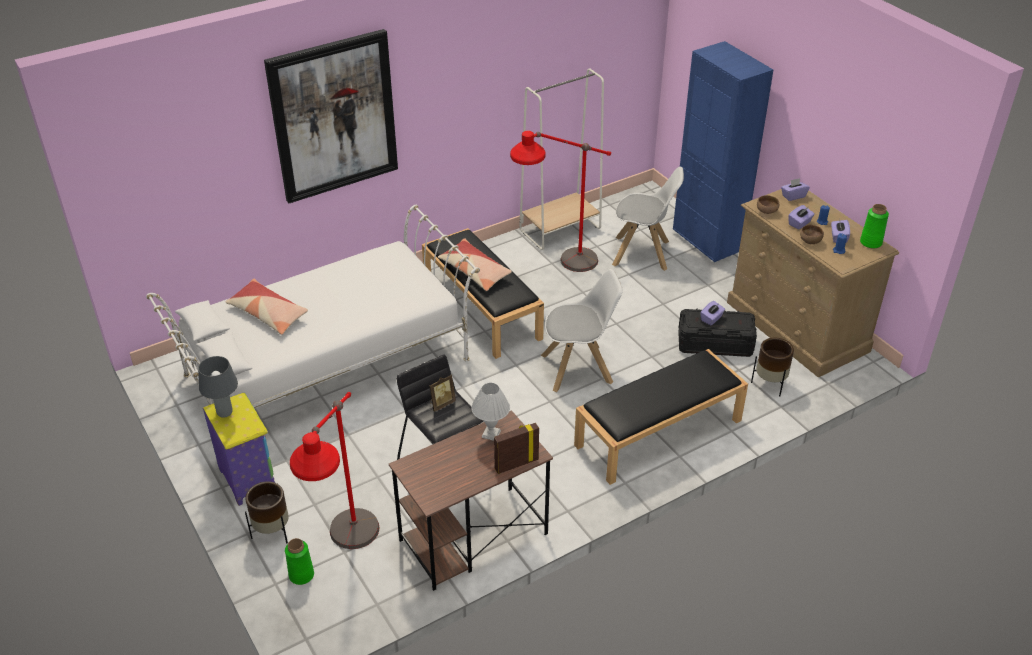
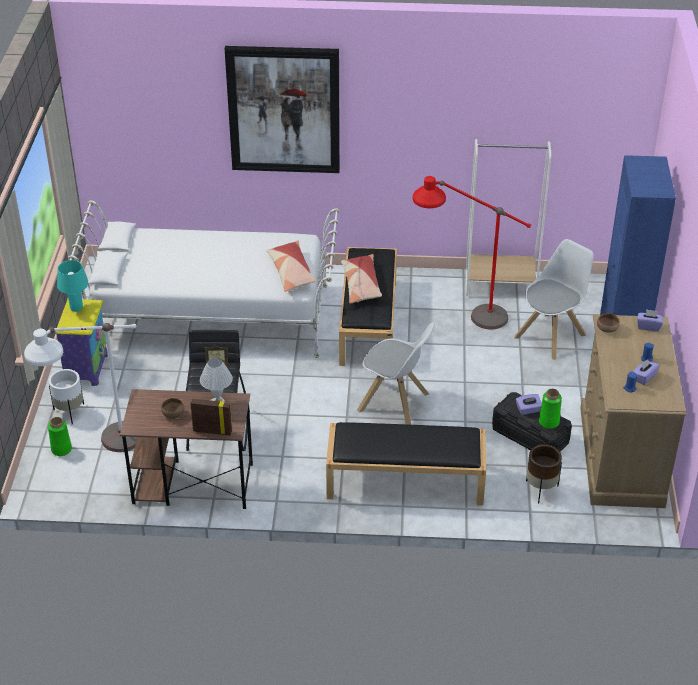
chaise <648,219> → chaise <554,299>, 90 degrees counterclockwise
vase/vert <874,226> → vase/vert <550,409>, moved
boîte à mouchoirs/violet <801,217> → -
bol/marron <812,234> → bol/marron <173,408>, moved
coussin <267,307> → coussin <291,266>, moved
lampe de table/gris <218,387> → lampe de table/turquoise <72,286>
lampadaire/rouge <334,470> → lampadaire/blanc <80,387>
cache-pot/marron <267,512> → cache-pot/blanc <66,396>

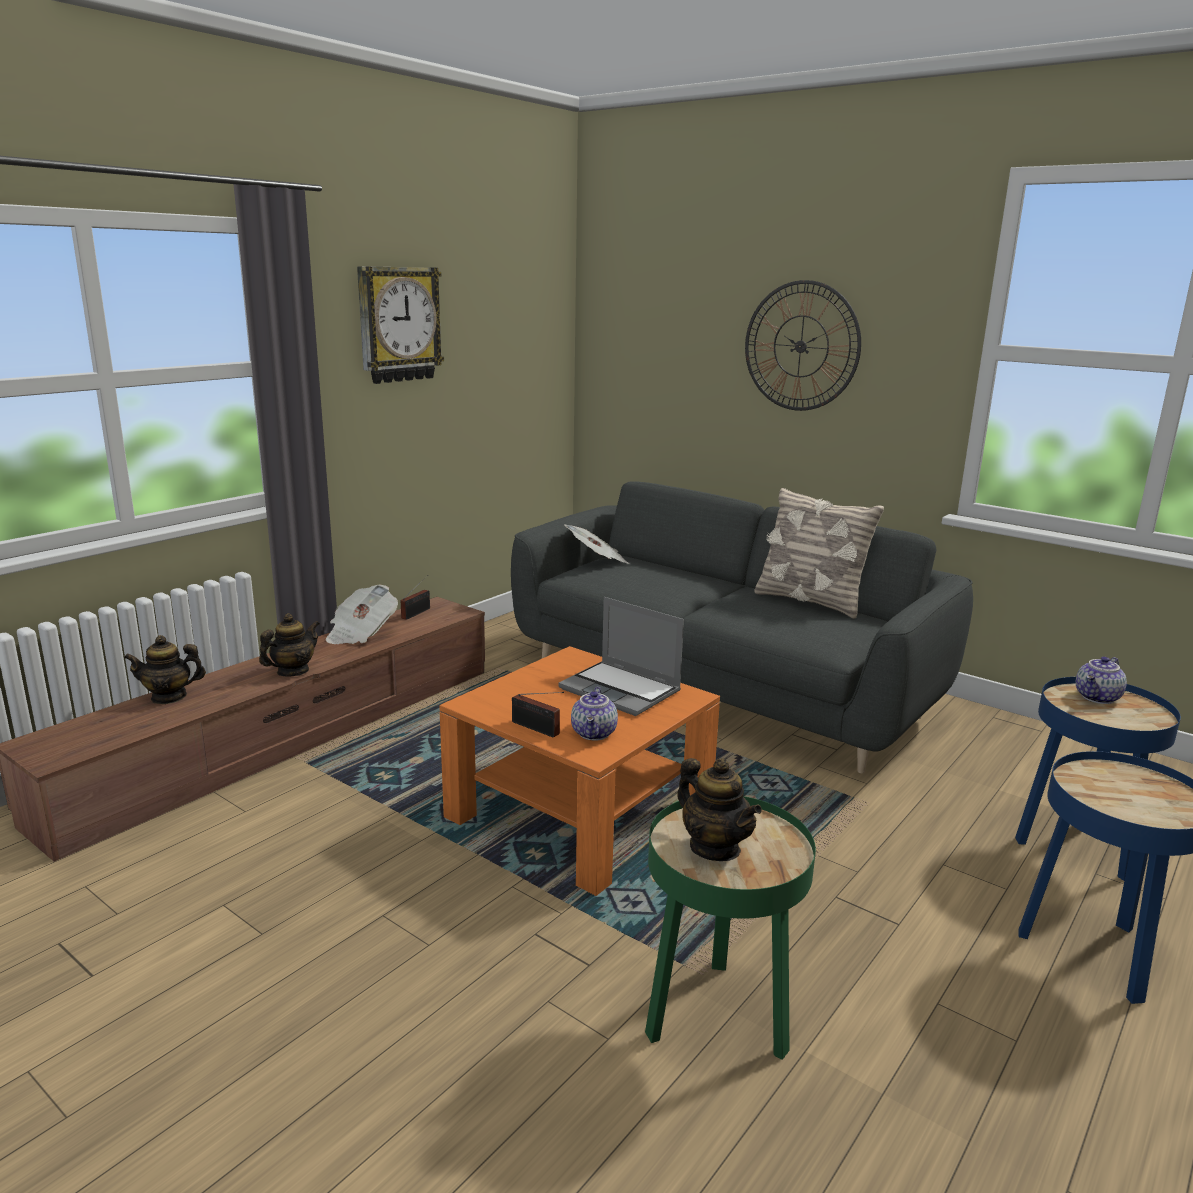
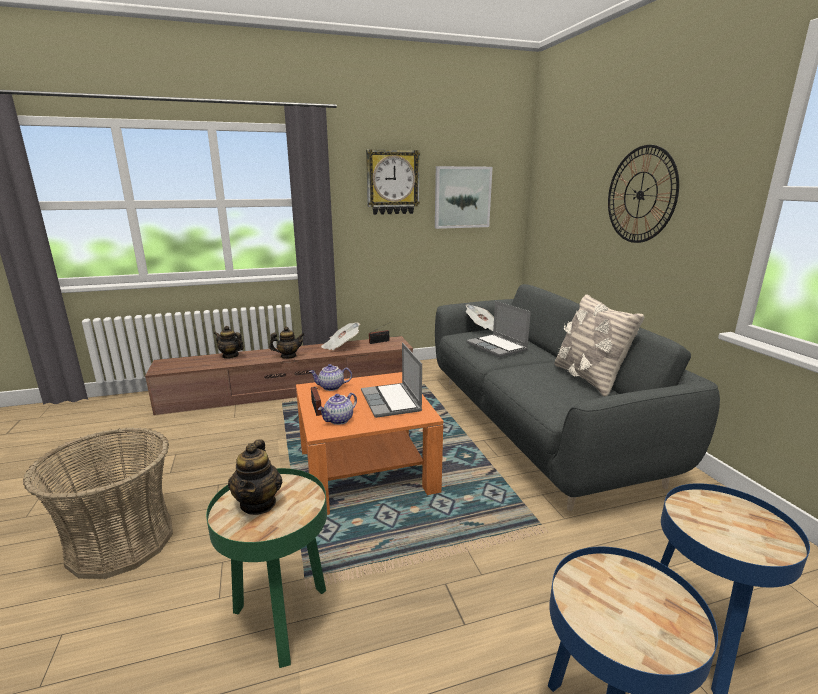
théière <1101,680> → théière <330,377>, moved
- → tableau <464,197>
- → ordinateur portable <498,329>
- → panier <98,503>

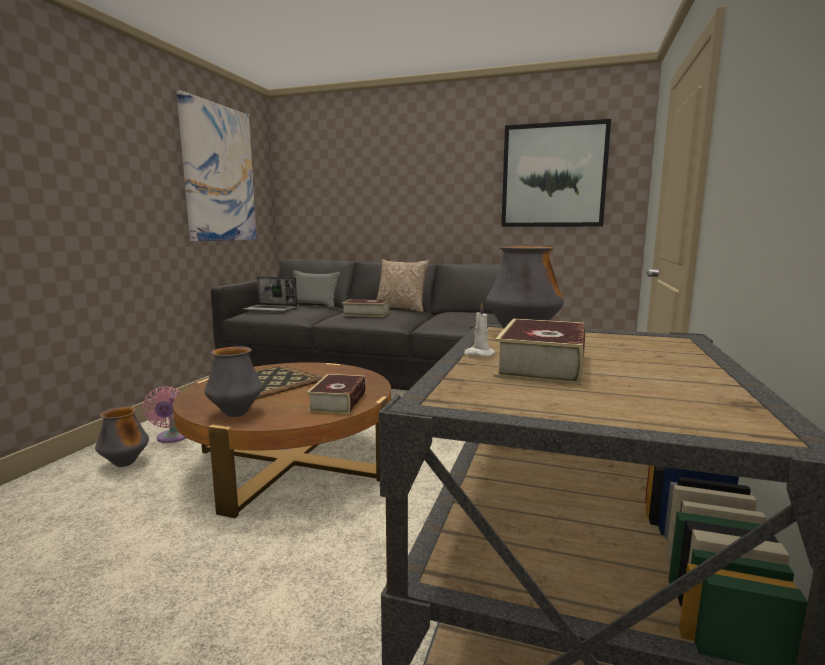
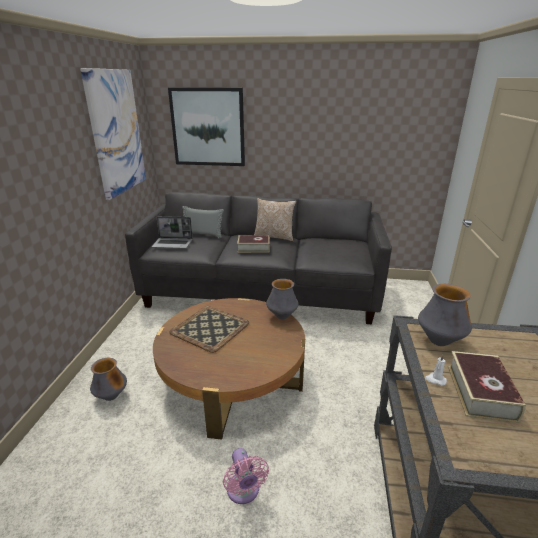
tableau <556,173> → tableau <206,127>, moved
vase <233,382> → vase <282,299>, moved
livre <336,394> → -
ventilateur/rose <164,414> → ventilateur/rose <246,476>, moved

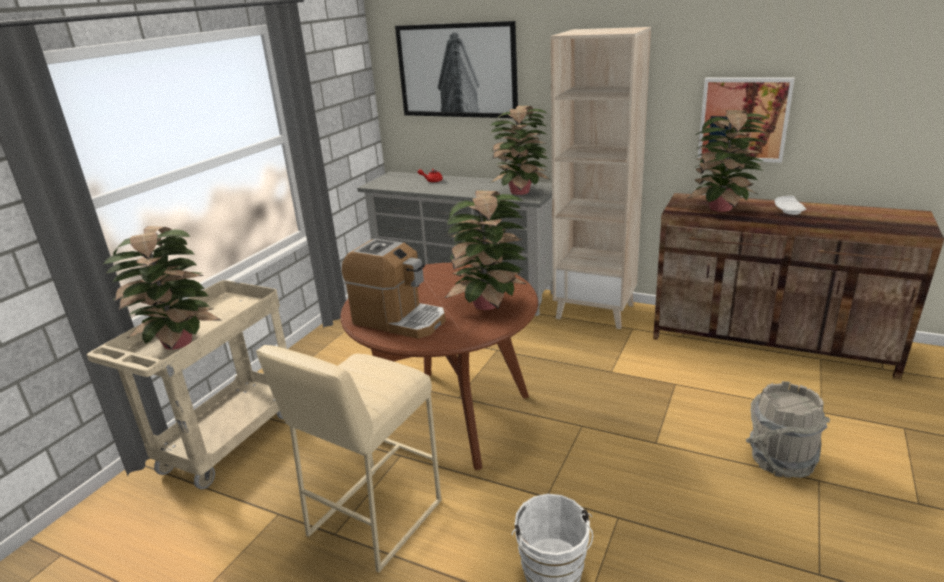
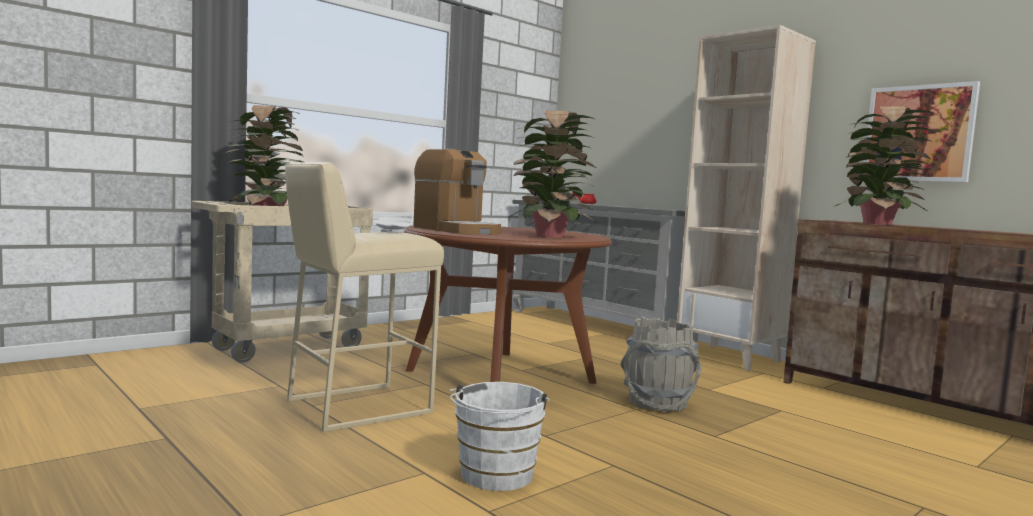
tableau <456,69> → -
plante en pot <520,150> → -
assiette/blanc <790,205> → assiette/blanc <394,224>, moved
seau/gris <788,429> → seau/gris <661,364>, moved

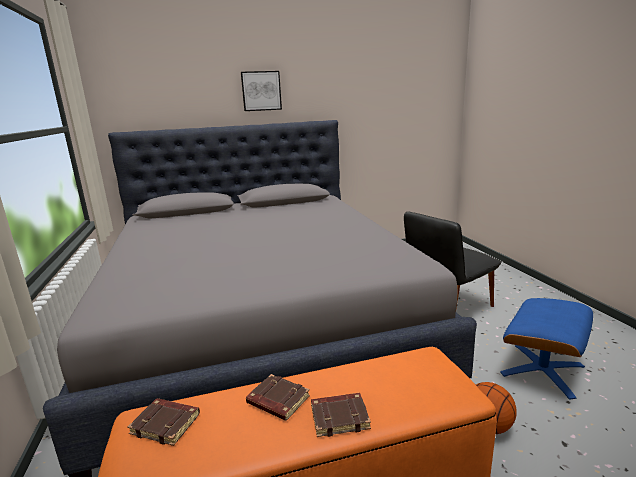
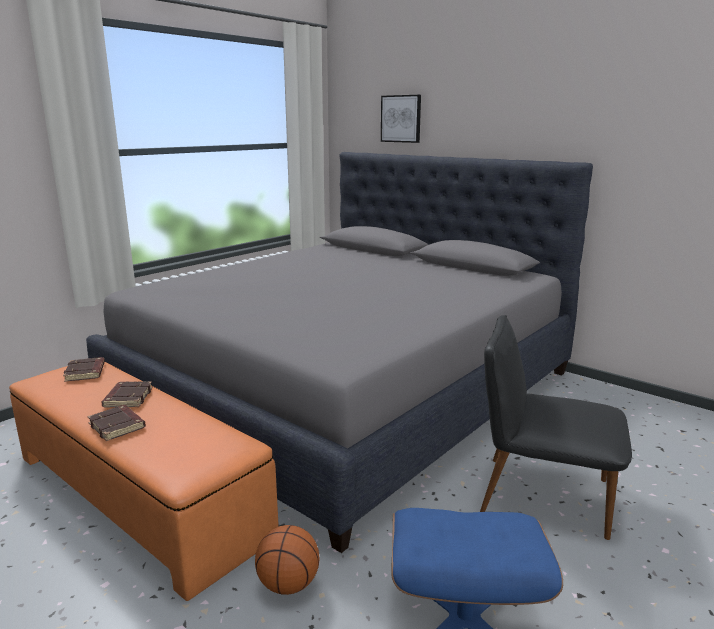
tableau <261,91> → tableau <401,119>, moved

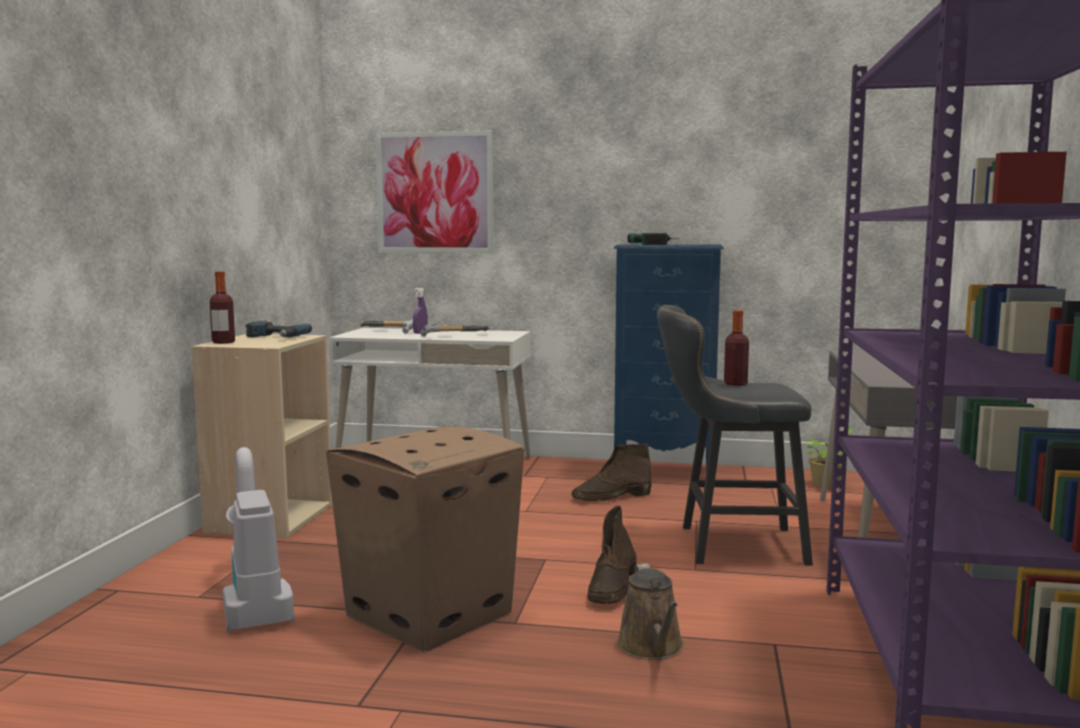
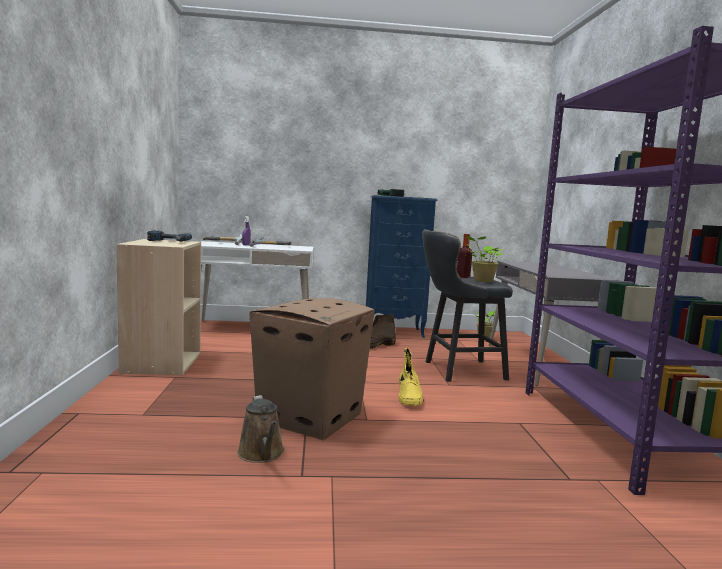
tableau <434,191> → -
bouteille <222,307> → -
aspirateur <258,539> → -
botte/marron <612,555> → botte/jaune <411,377>
arrosoir/marron <650,611> → arrosoir/marron <260,429>, moved
- → plante en pot <484,259>

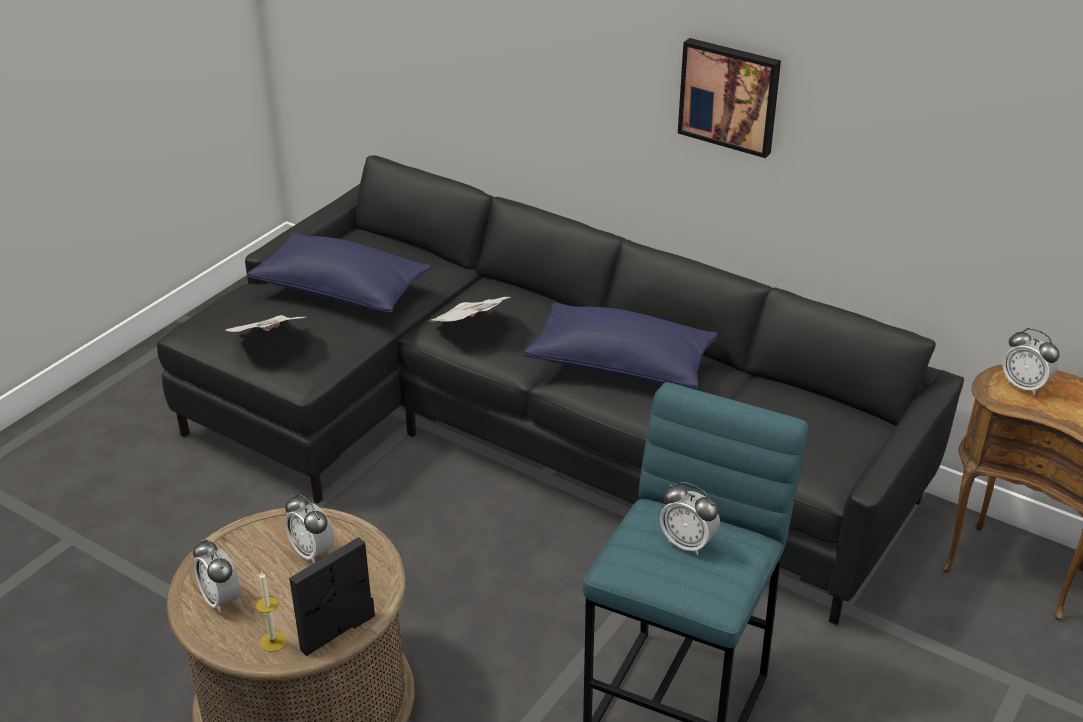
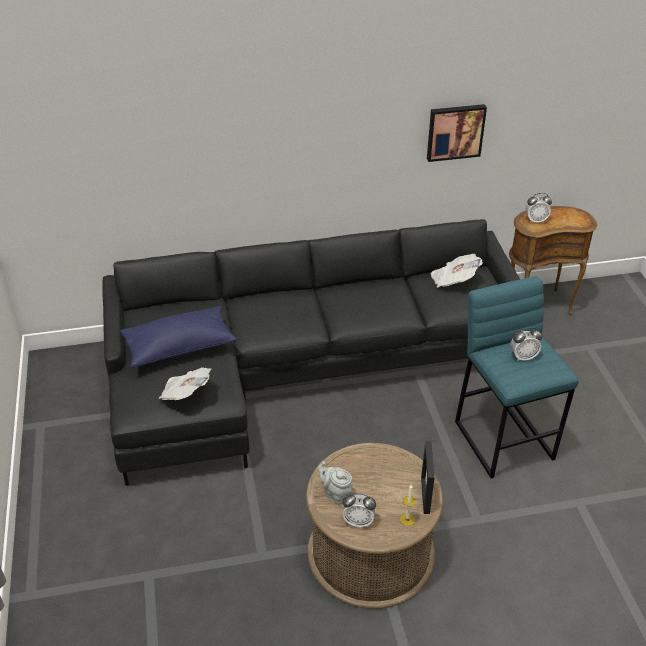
tableau <729,98> → tableau <457,133>, moved
journal <470,309> → journal <456,271>, moved
coussin/bleu <620,346> → -
réveil <309,529> → -
- → théière/gris <335,483>

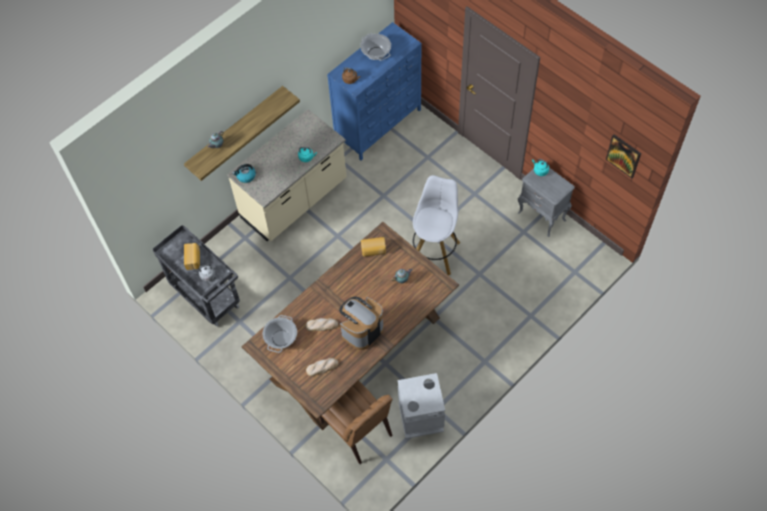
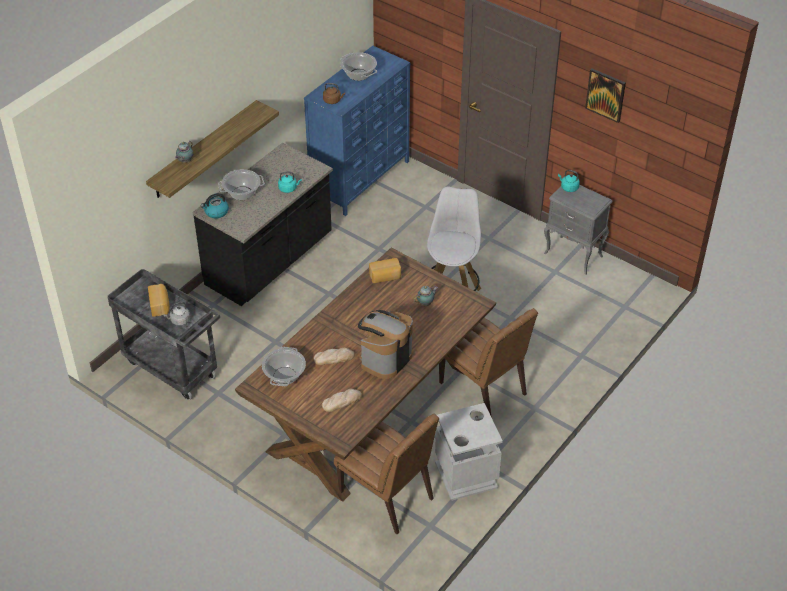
comptoir de cuisine/beige <287,175> → comptoir de cuisine/noir <262,224>
tableau <623,156> → tableau <605,95>, moved
- → marmite <241,184>
- → chaise/marron <488,363>

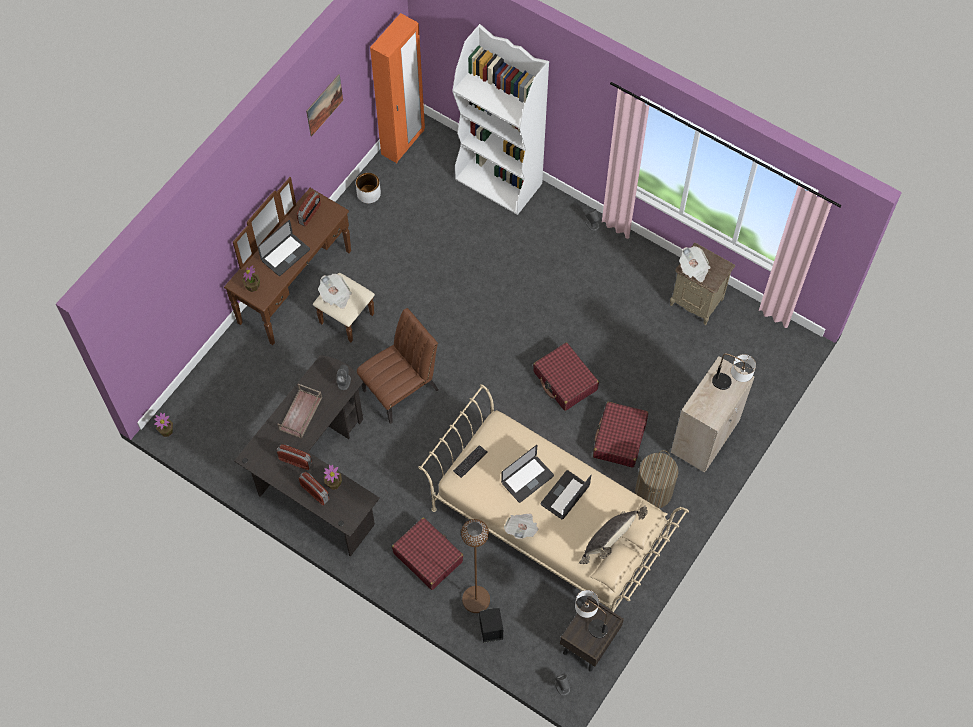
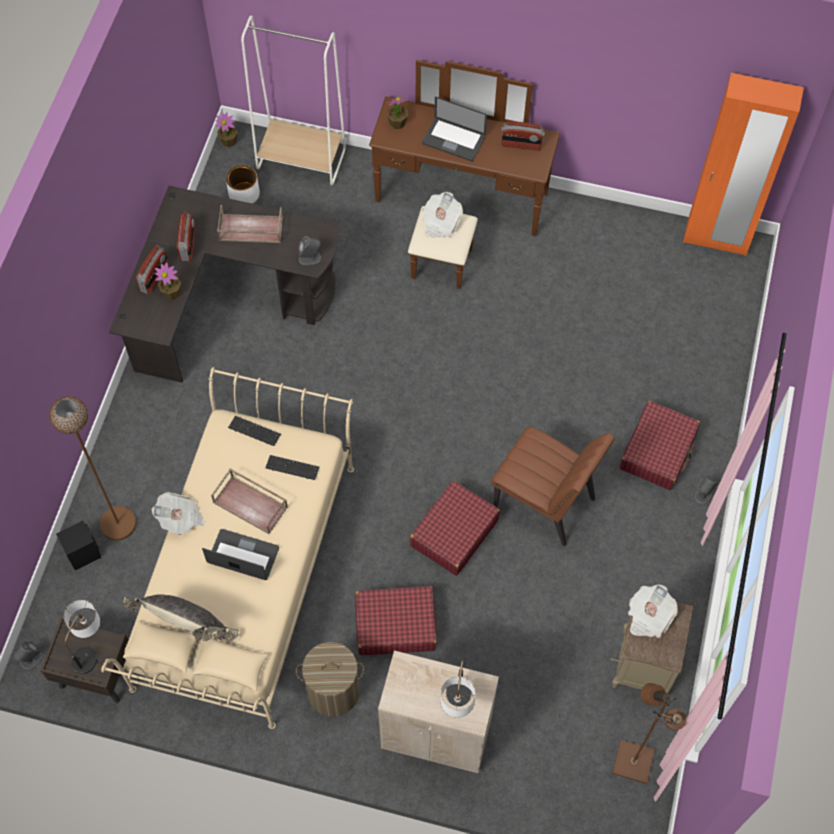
bibliothèque/blanc <501,119> → -
tableau <324,105> → -
cache-pot/blanc <368,187> → cache-pot/blanc <243,184>, moved
chaise/marron <397,366> → chaise/marron <553,486>, moved
ordinateur portable <527,474> → plateau/marron <249,501>
valise/rouge <427,554> → valise/rouge <660,445>, moved
- → portant <293,100>
- → clavier <292,467>
- → lampadaire/marron <649,733>

